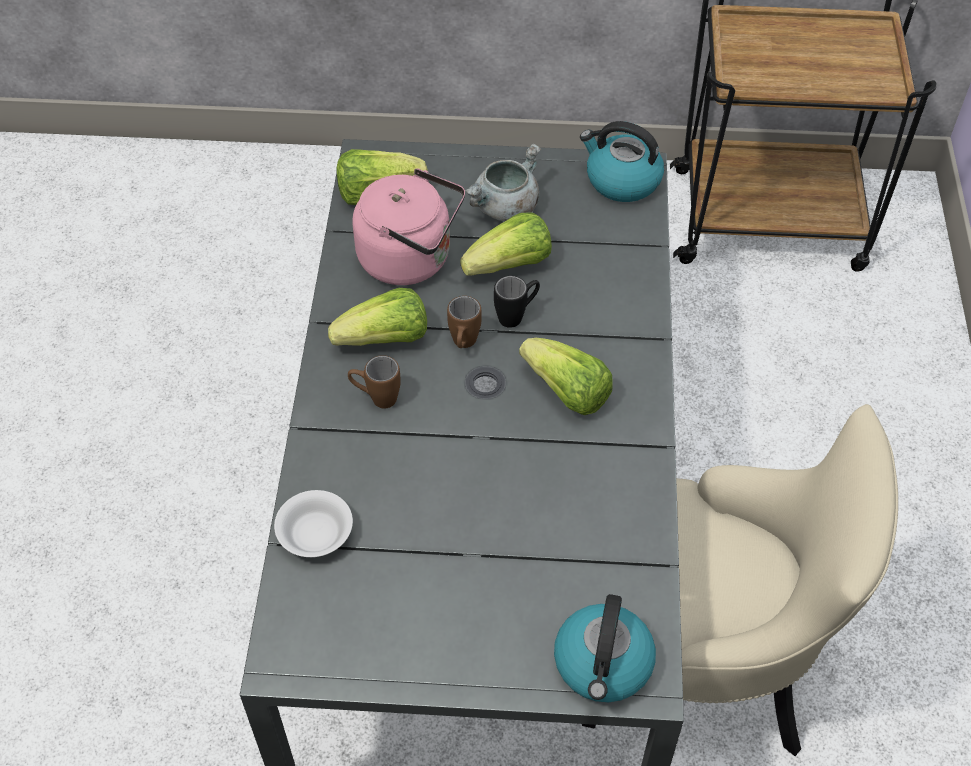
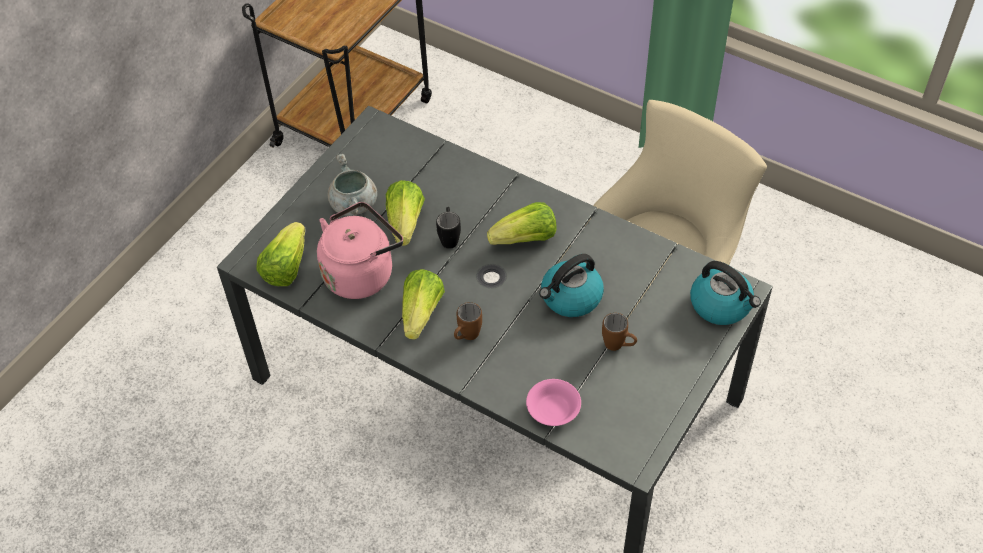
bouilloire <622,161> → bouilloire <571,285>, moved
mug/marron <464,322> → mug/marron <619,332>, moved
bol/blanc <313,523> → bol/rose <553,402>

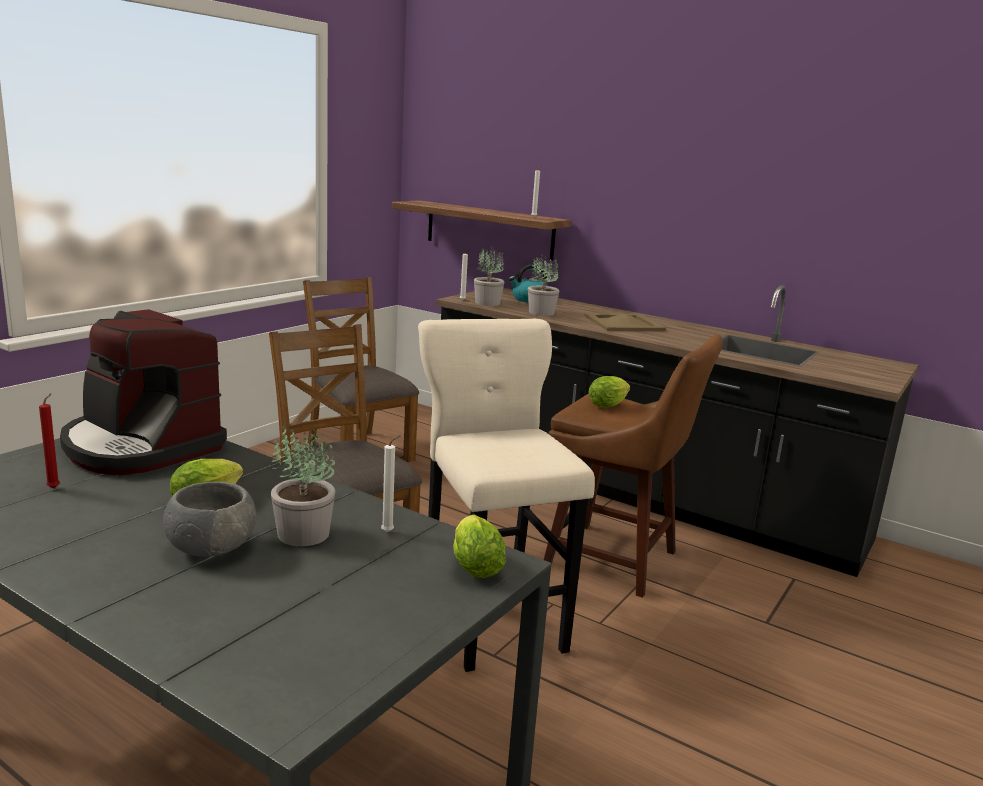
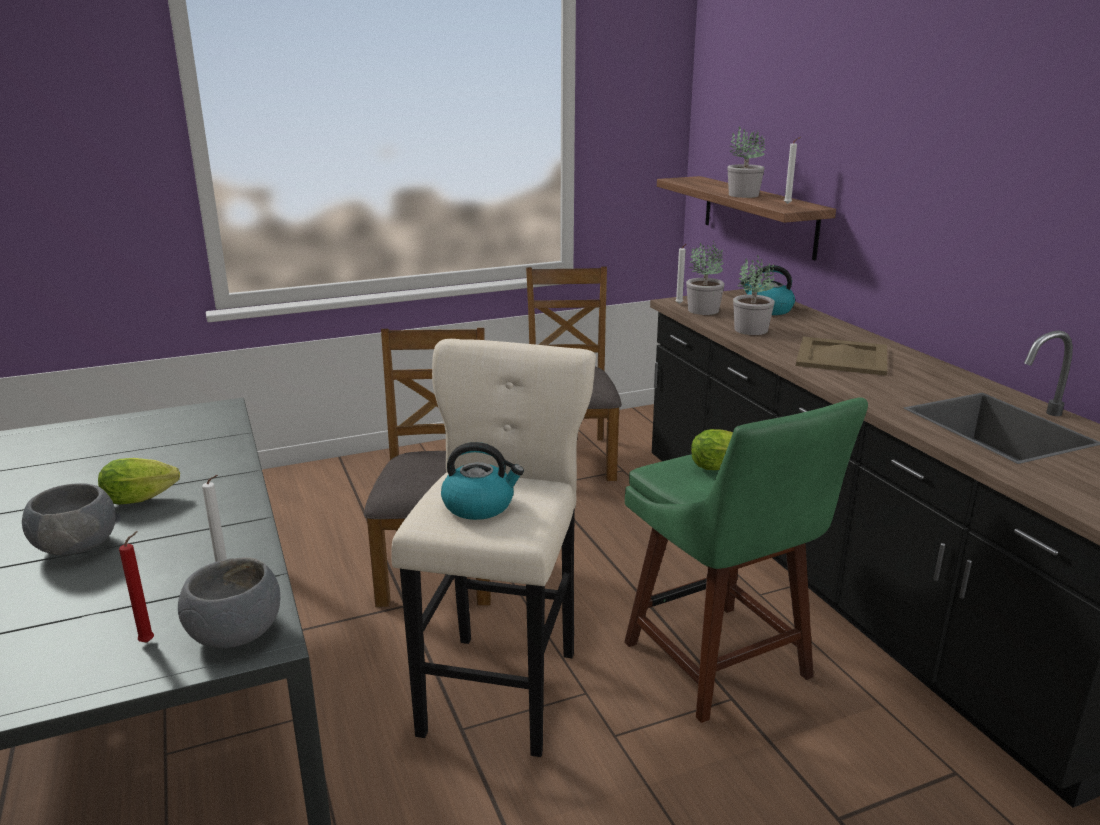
machine à café <143,392> → -
tabouret/marron <633,466> → tabouret/vert <746,560>
bougie/rouge <49,440> → bougie/rouge <136,587>, moved
plante en pot <303,485> → plante en pot <746,162>, moved
laitue <479,546> → bol/gris <229,602>
- → bouilloire <482,481>

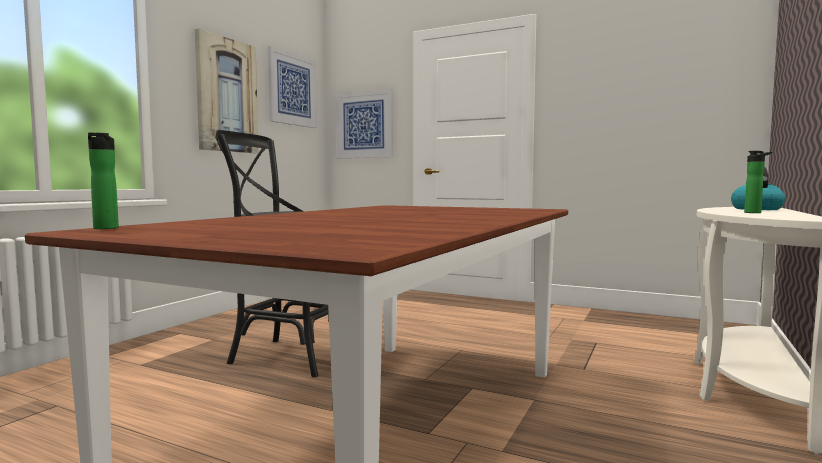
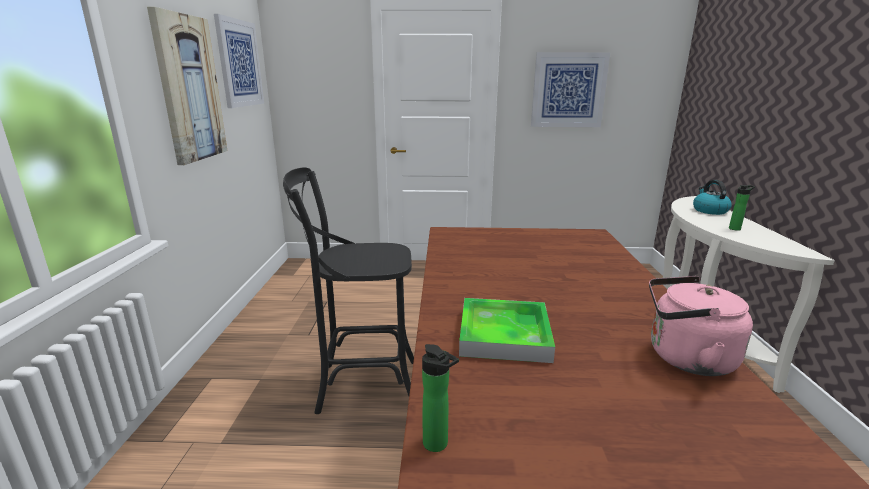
tableau <364,123> → tableau <570,89>, moved
- → bouilloire/rose <701,326>
- → plateau <507,330>

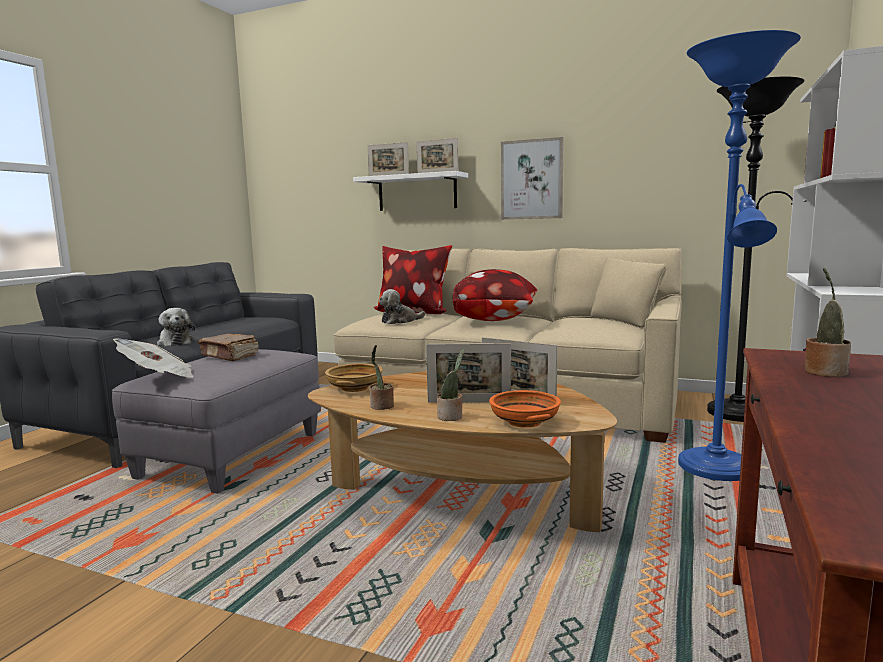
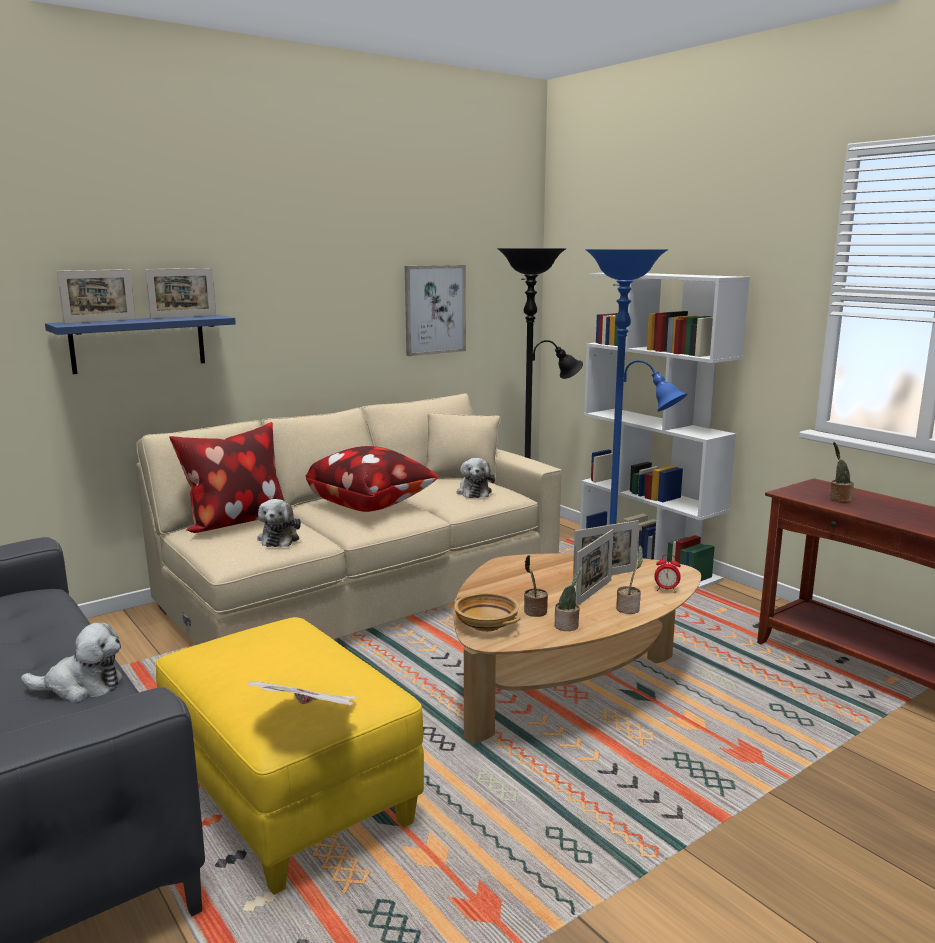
tableau <532,178> → tableau <435,310>, moved
étagère/blanc <410,191> → étagère/bleu <140,344>
livre/marron <228,347> → -
pouf/gris <216,421> → pouf/jaune <290,756>
bol/orange <525,409> → réveil <667,573>
- → peluche <476,478>
- → plante en pot <536,586>

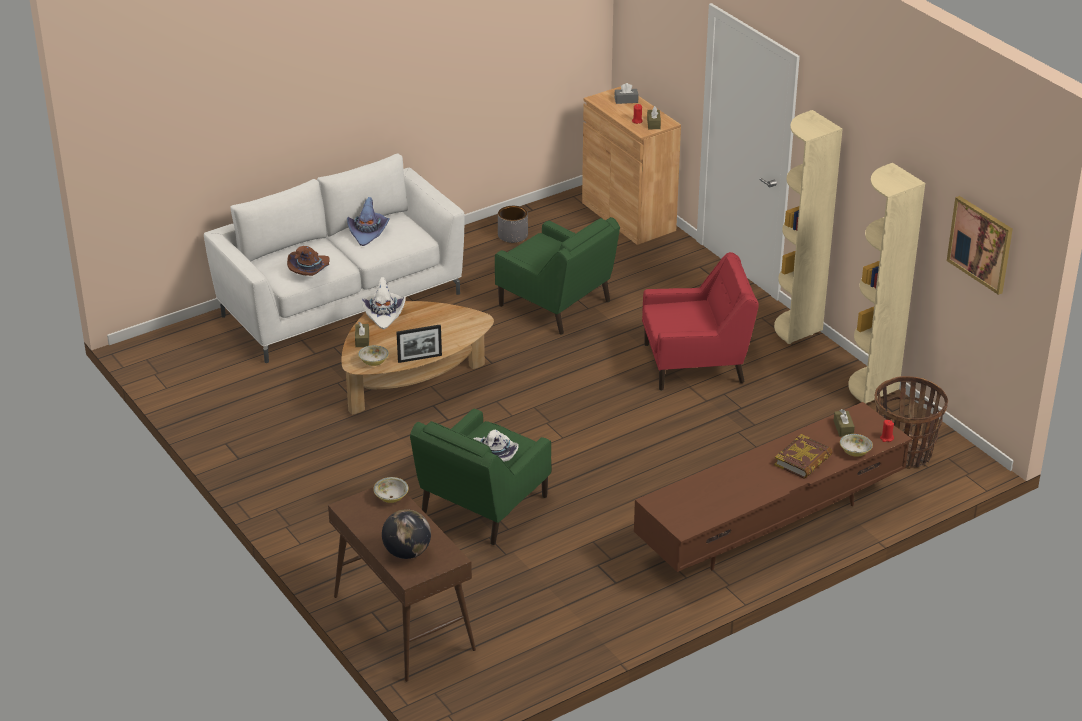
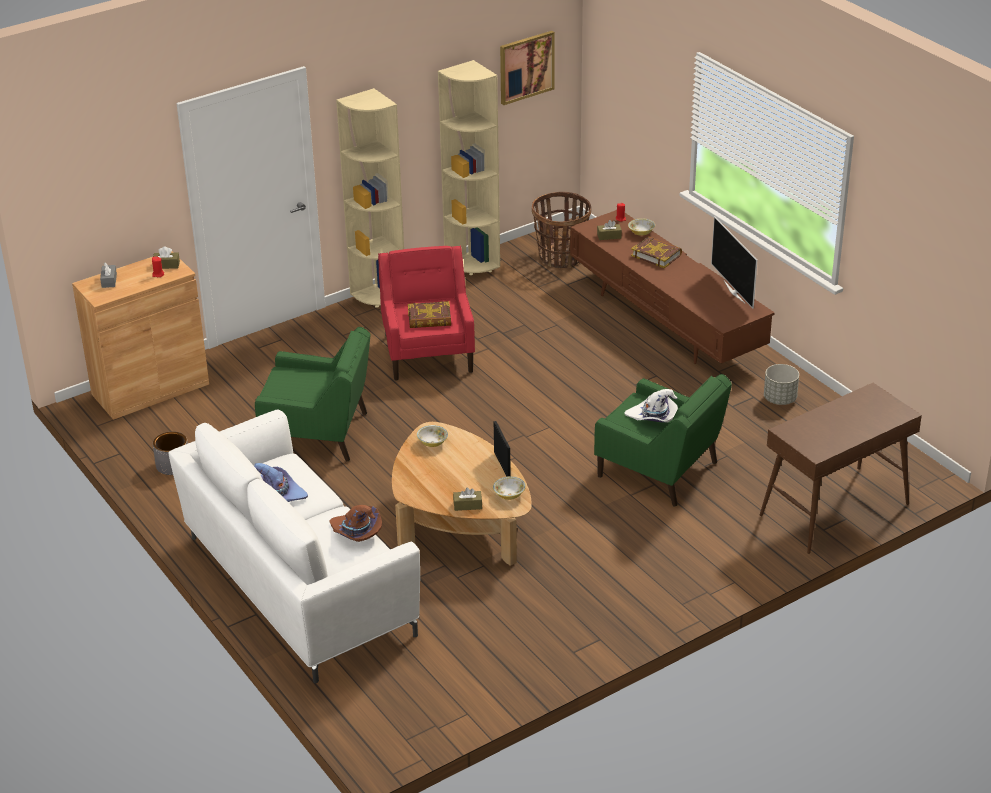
fauteuil/vert <557,276> → fauteuil/vert <312,394>, 60 degrees clockwise
chapeau/blanc <383,303> → -
bol <390,490> → bol <432,436>, moved
globe <406,534> → -
- → téléviseur <734,262>
- → livre <429,314>
- → cache-pot/gris <781,384>

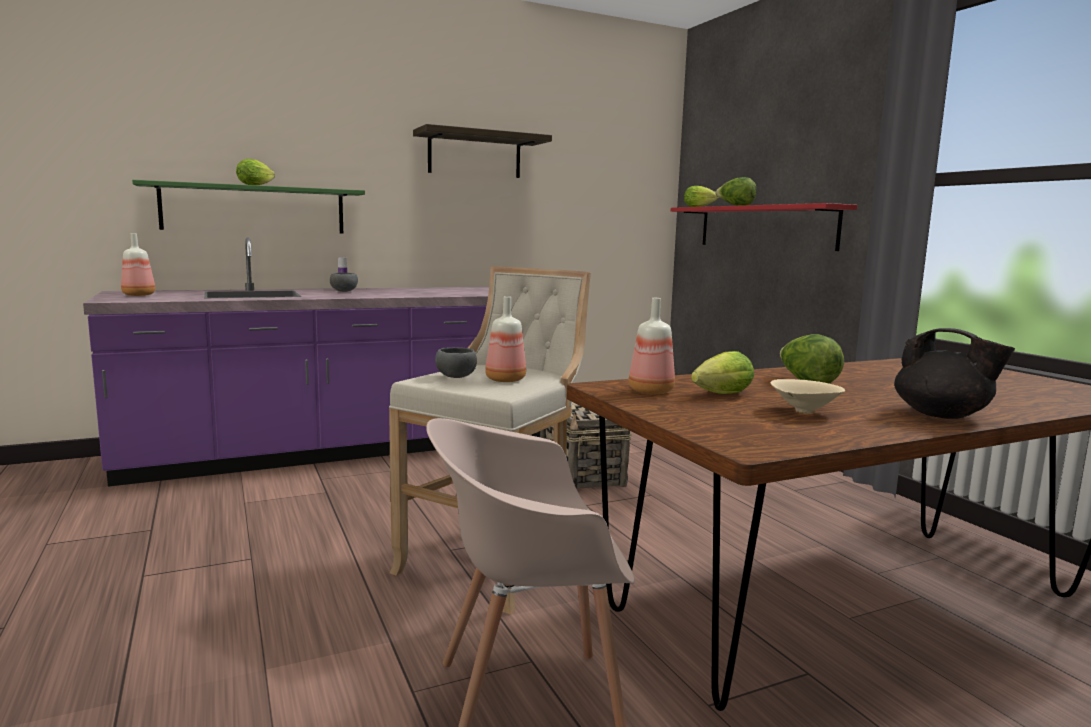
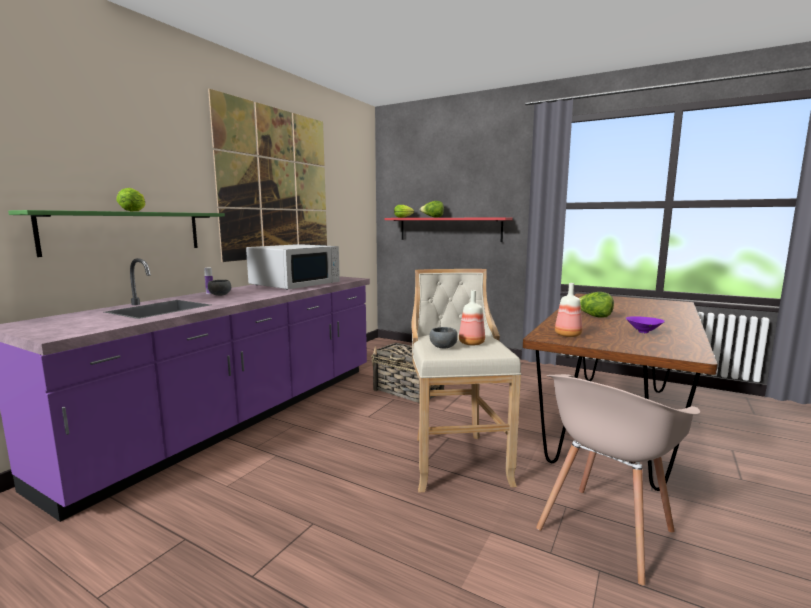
étagère <482,151> → tableau <267,175>
bouteille <138,264> → -
théière/noir <954,373> → -
laitue <722,372> → -
bol/beige <807,396> → bol/violet <645,324>
- → micro-ondes/blanc <293,267>

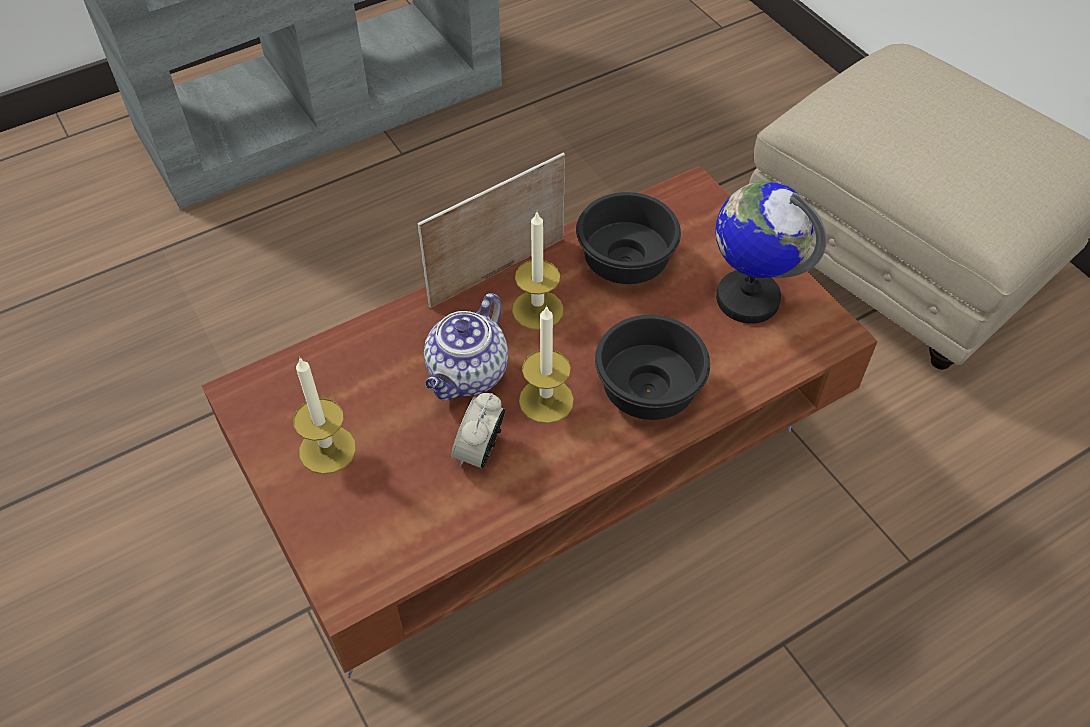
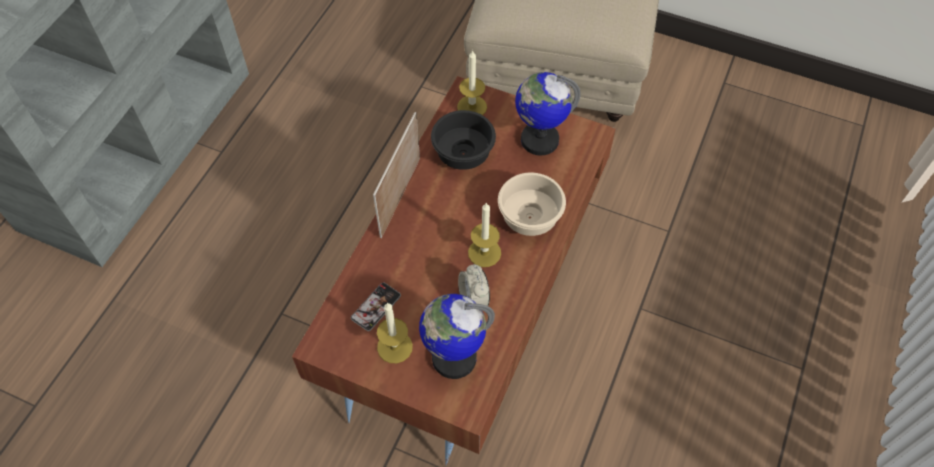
bougie <537,271> → bougie <472,82>, moved
théière <466,346> → -
bol/noir <652,367> → bol/beige <532,204>
- → téléphone <376,307>
- → globe <457,336>

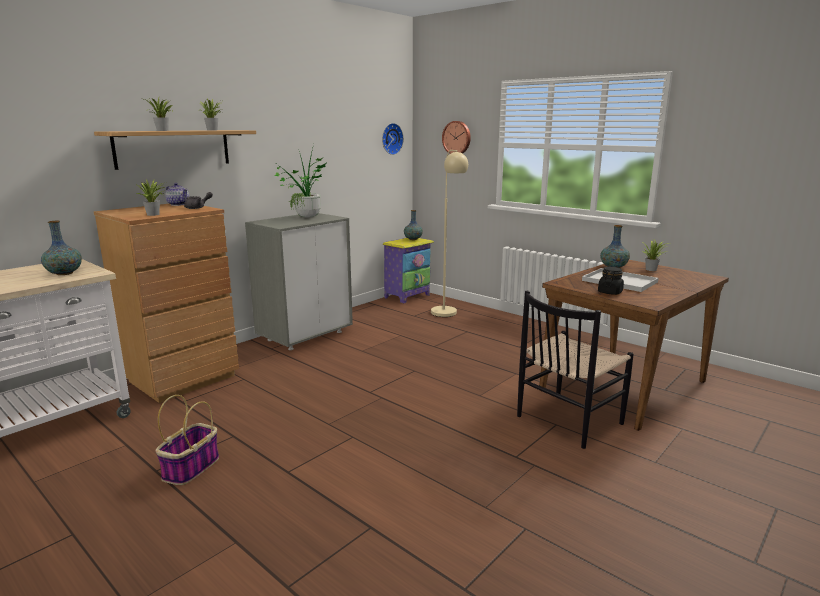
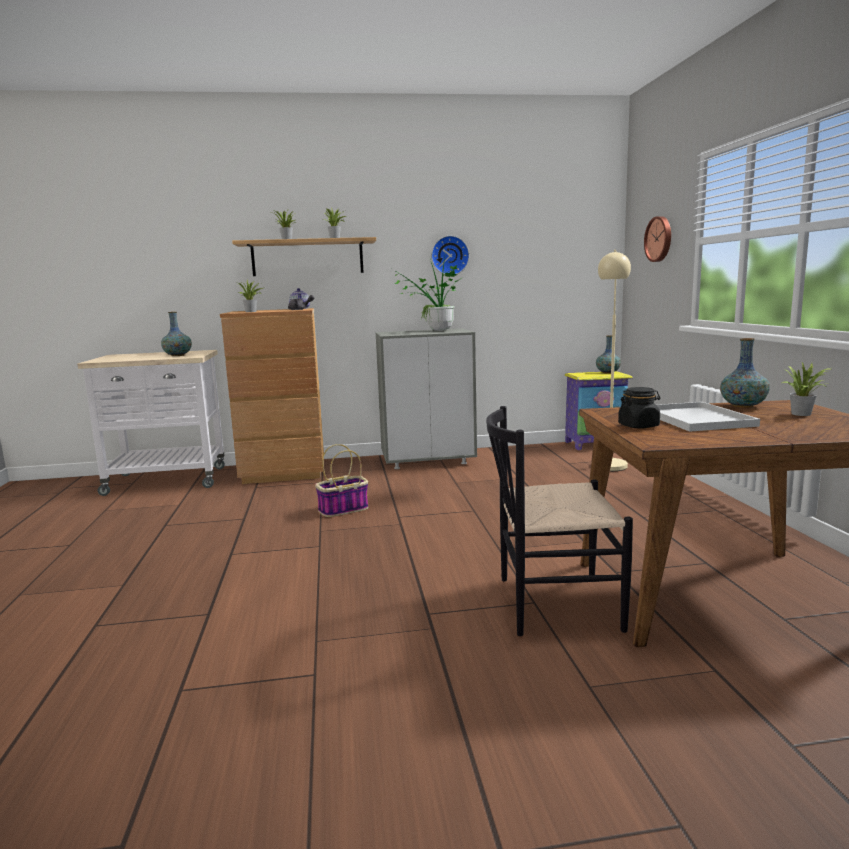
horloge murale <393,139> → horloge murale <450,255>, moved
panier <187,440> → panier <341,480>, moved

